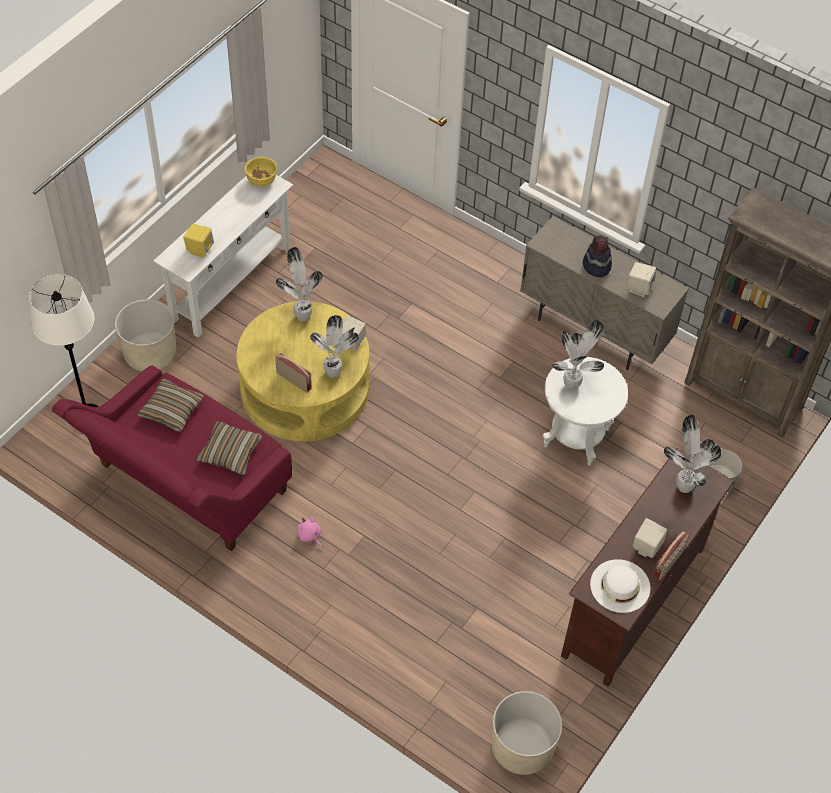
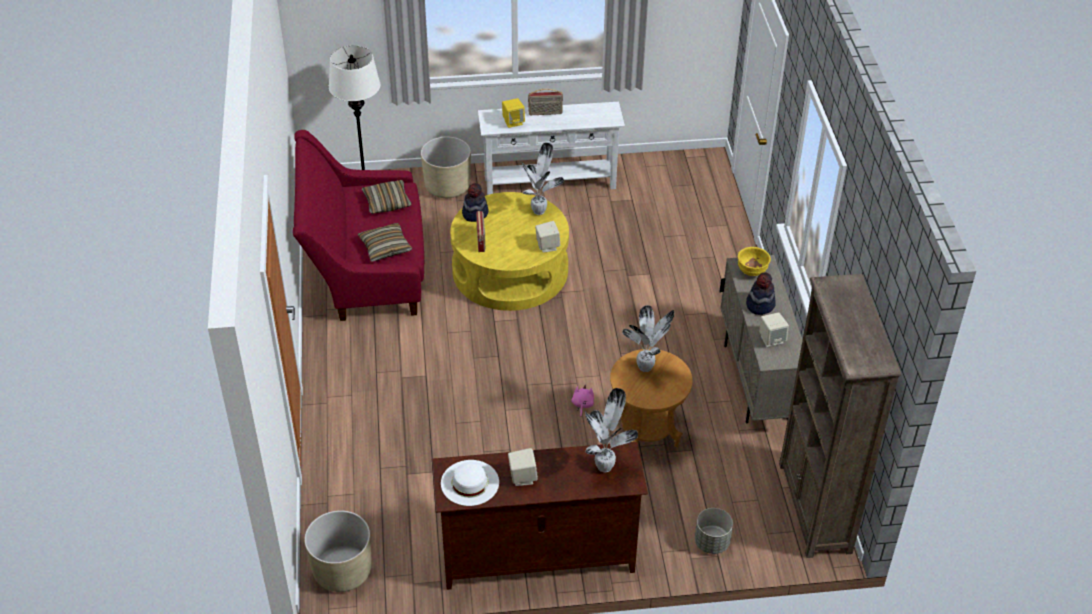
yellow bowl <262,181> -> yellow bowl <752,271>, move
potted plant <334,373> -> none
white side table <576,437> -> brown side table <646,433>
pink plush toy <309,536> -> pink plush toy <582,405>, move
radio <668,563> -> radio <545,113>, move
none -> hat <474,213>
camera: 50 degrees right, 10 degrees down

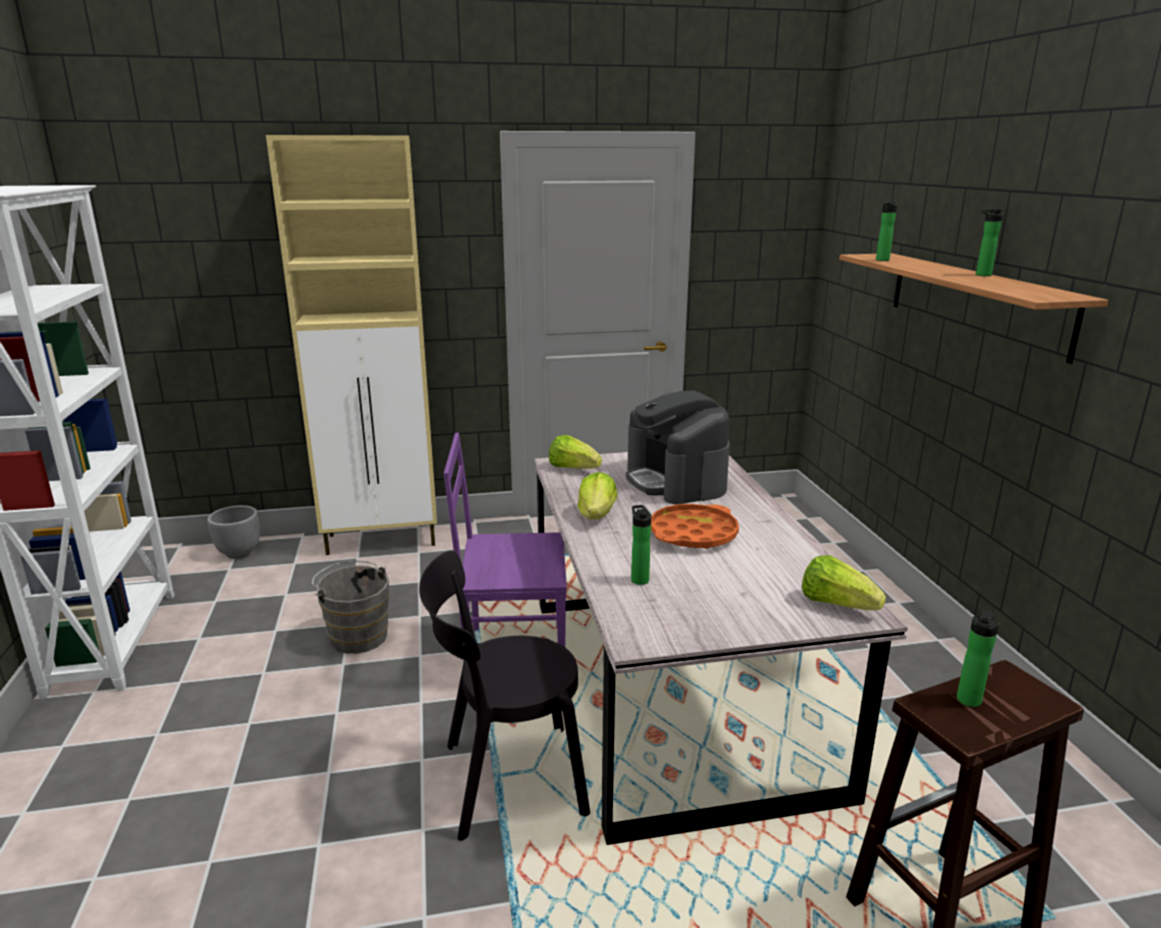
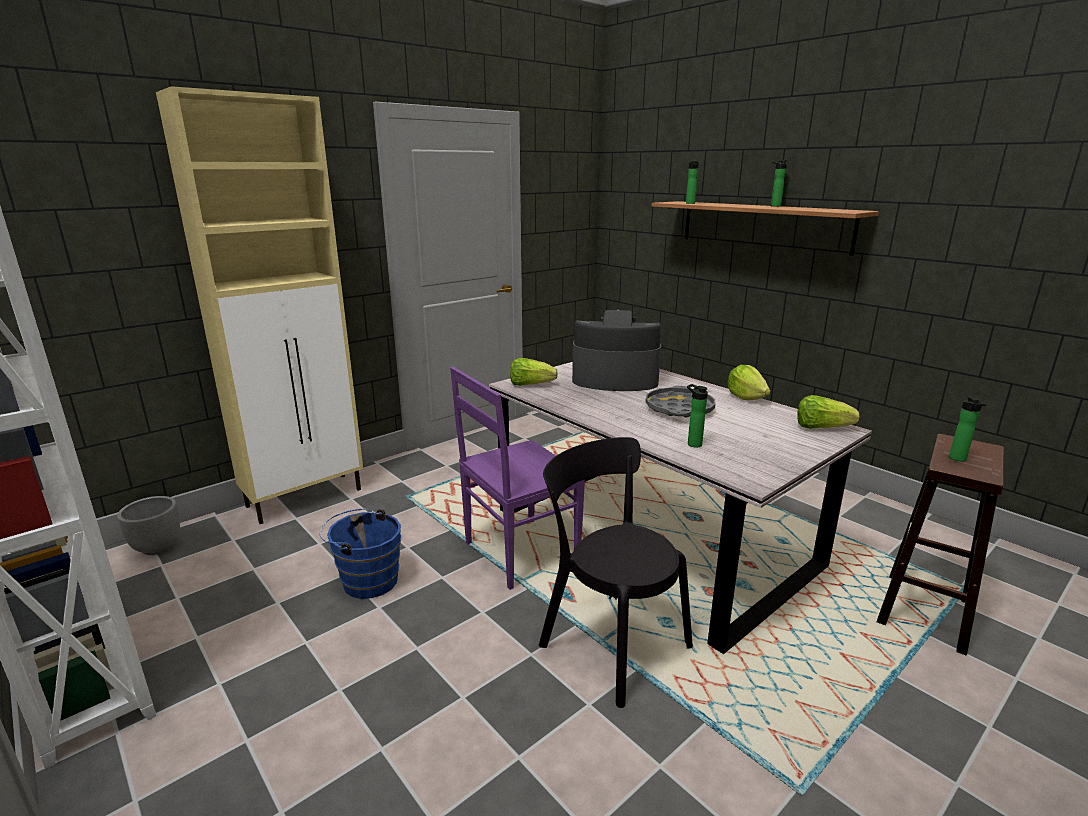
coffee machine <675,481> -> coffee machine <614,379>, 150 degrees clockwise
lettuce <597,515> -> lettuce <746,397>, move
orange tray <693,534> -> grey tray <679,408>
black chair <506,780> -> black chair <610,641>, 90 degrees clockwise
grey bucket <357,635> -> blue bucket <366,580>
camera: 30 degrees left, 0 degrees up

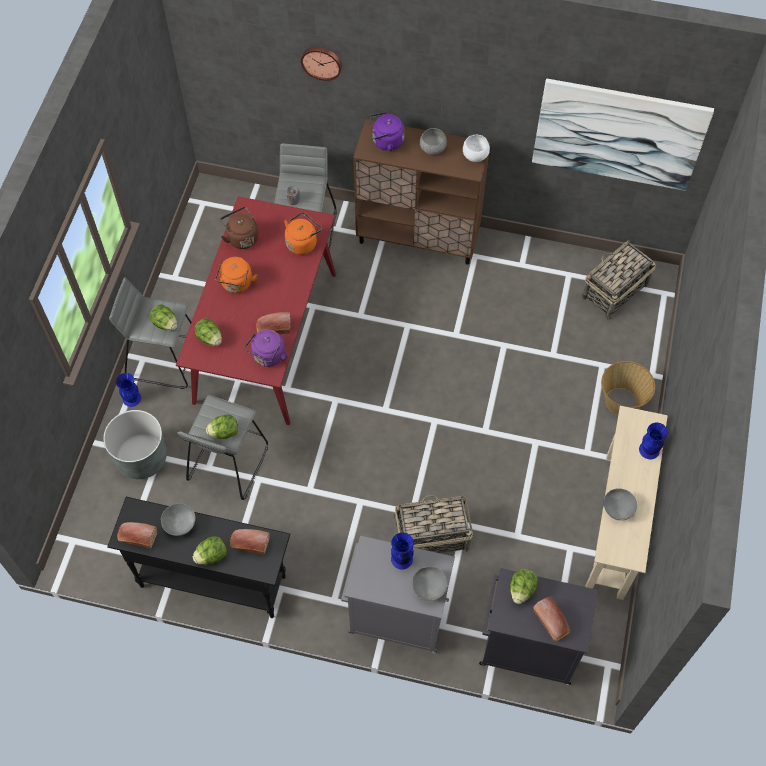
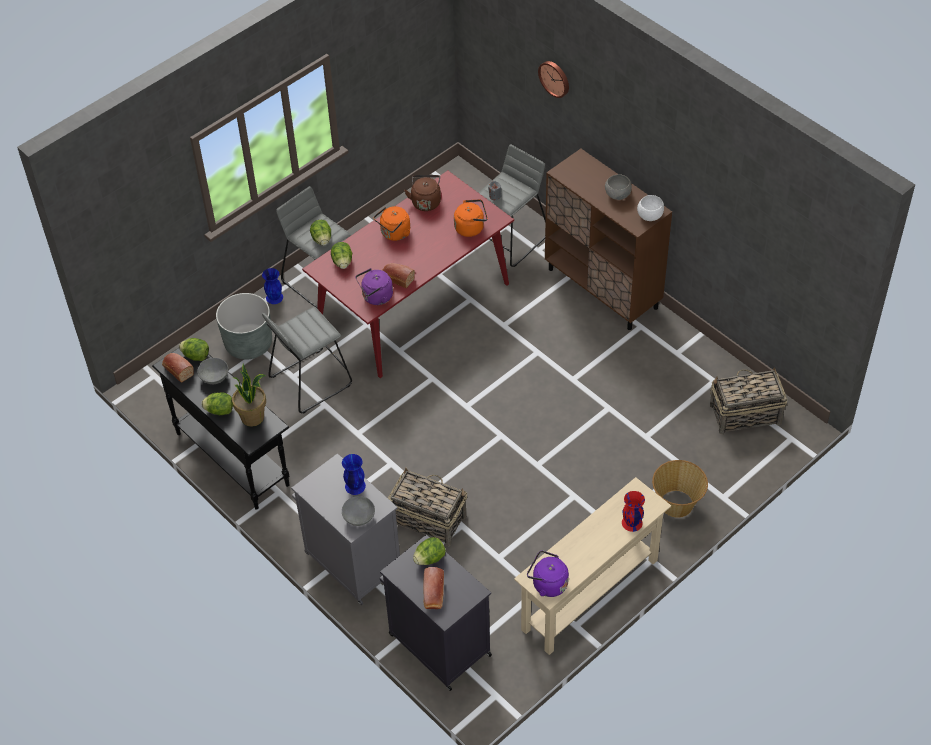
picture <618,134> -> none
purple kettle <386,142> -> purple kettle <547,584>, move
lettuce <224,432> -> lettuce <196,356>, move
blue vase <649,450> -> red vase <631,523>
grey bowl <618,509> -> none
bread <249,543> -> potted plant <253,417>
camera: 35 degrees right, 10 degrees down

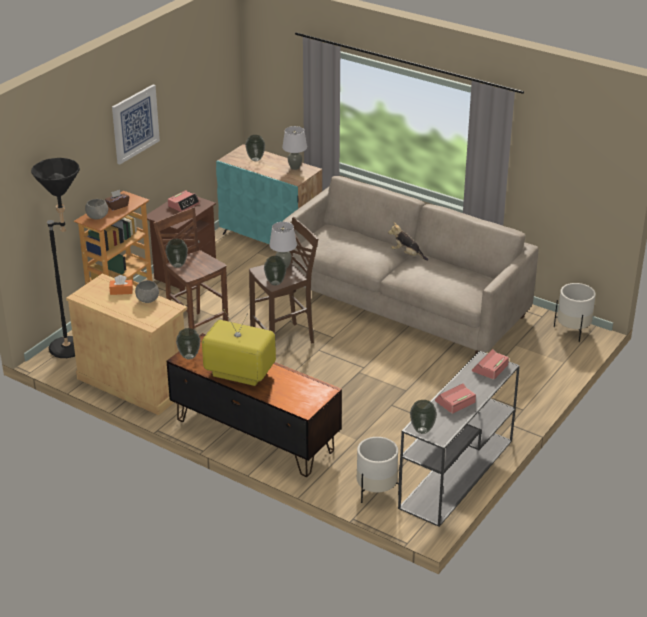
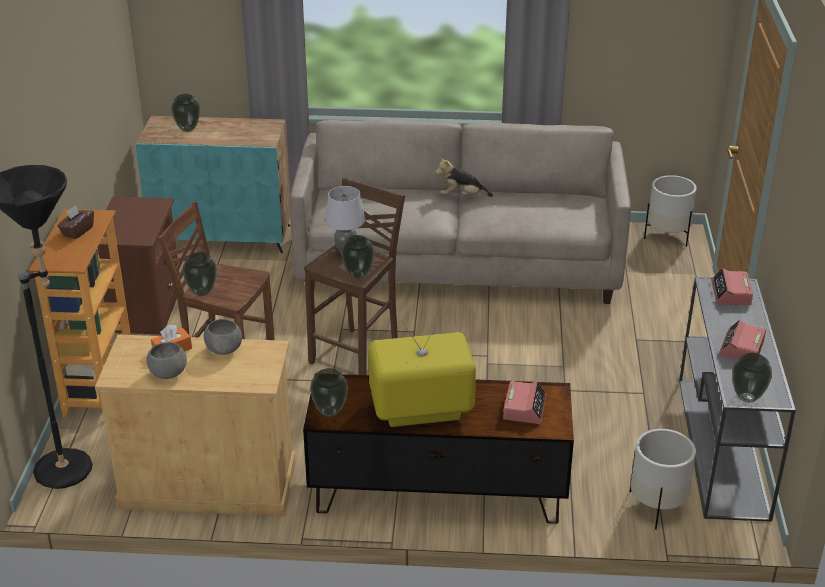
picture <135,123> -> none
grey table lamp <294,167> -> none
alarm clock <183,205> -> alarm clock <524,408>, move
grey bowl <97,217> -> grey bowl <168,373>, move
camera: 30 degrees left, 0 degrees up

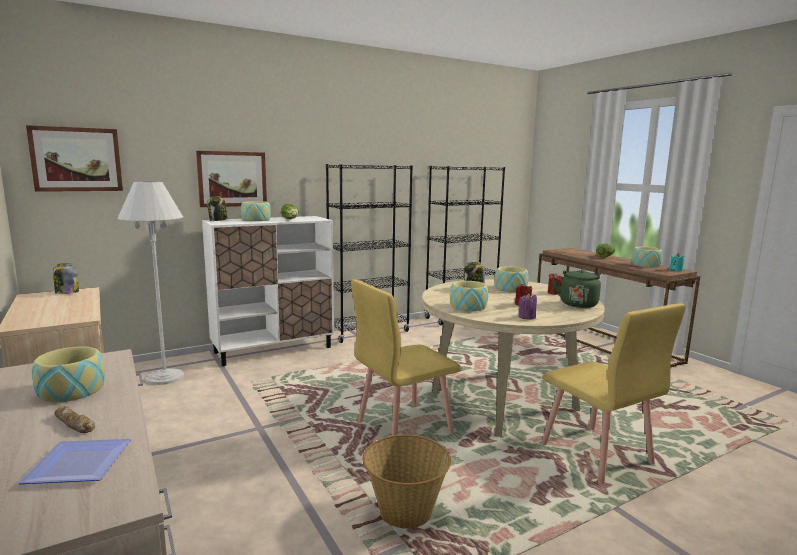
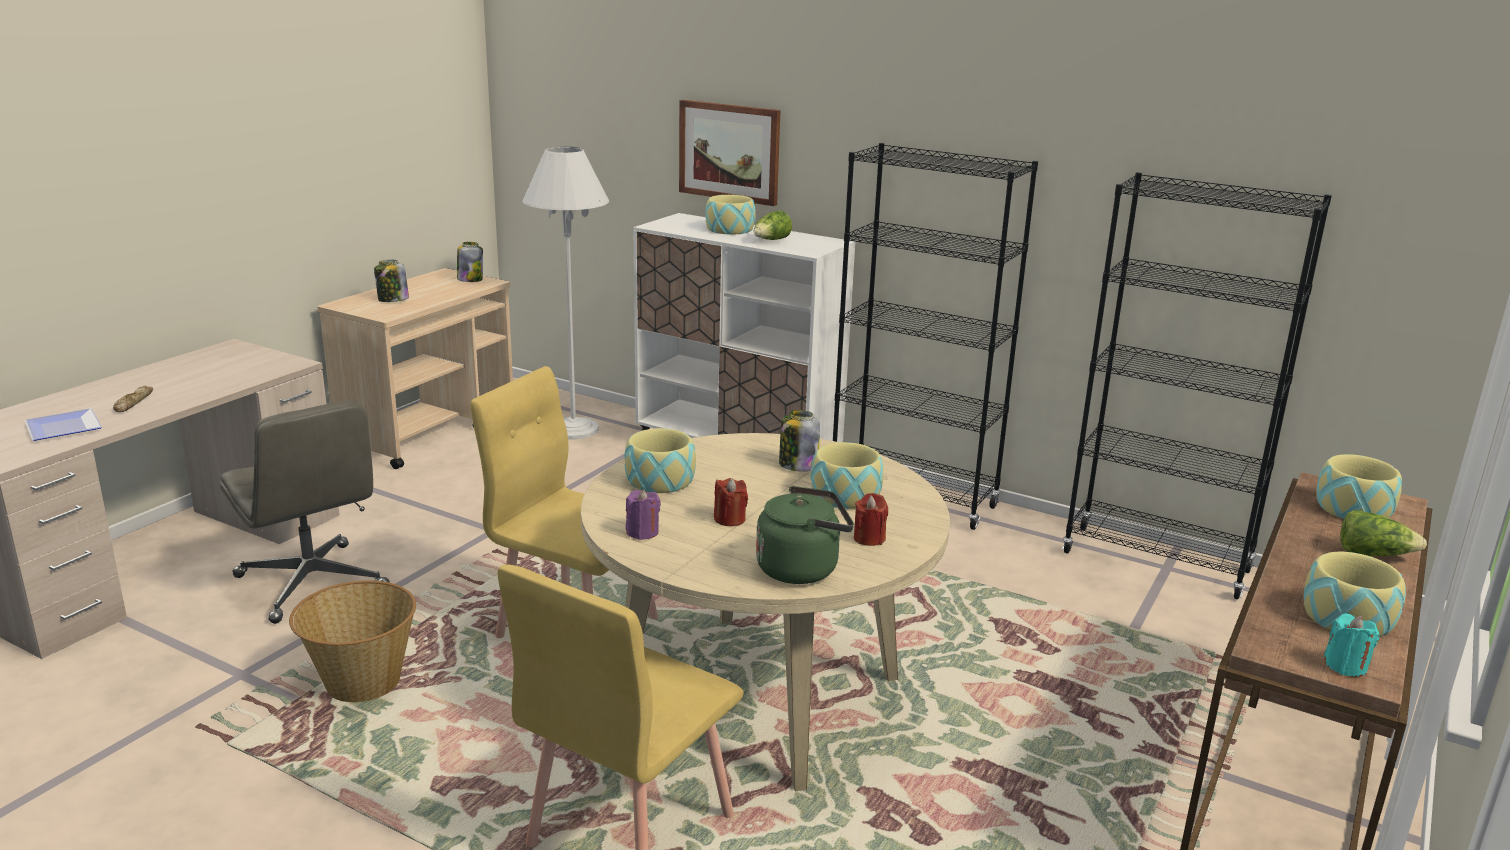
picture <76,159> -> none
jar <218,220> -> jar <392,300>, move
bowl <72,390> -> bowl <1353,509>, move
none -> grey office chair <312,583>
camera: 60 degrees right, 10 degrees up

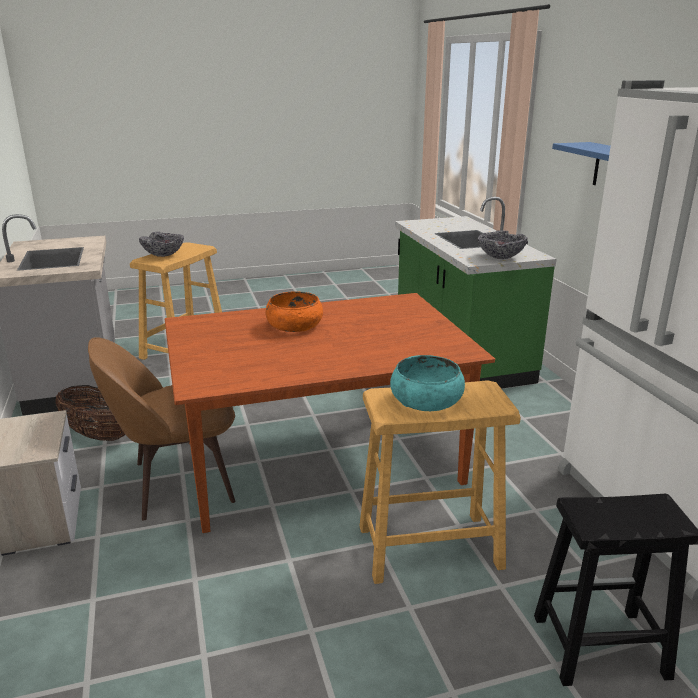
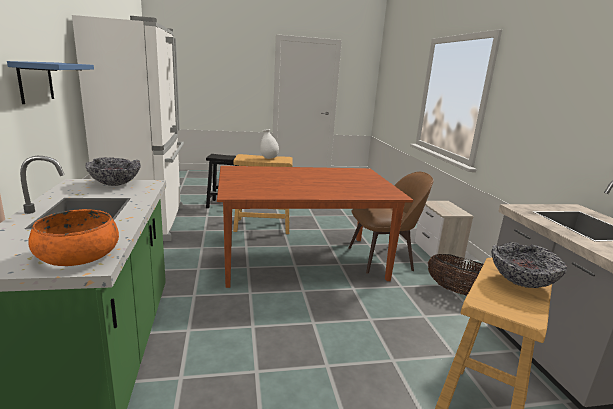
orange bowl <294,325> -> orange bowl <78,255>, move
turquoise bowl <426,400> -> white vase <269,158>
camera: 175 degrees left, 5 degrees down

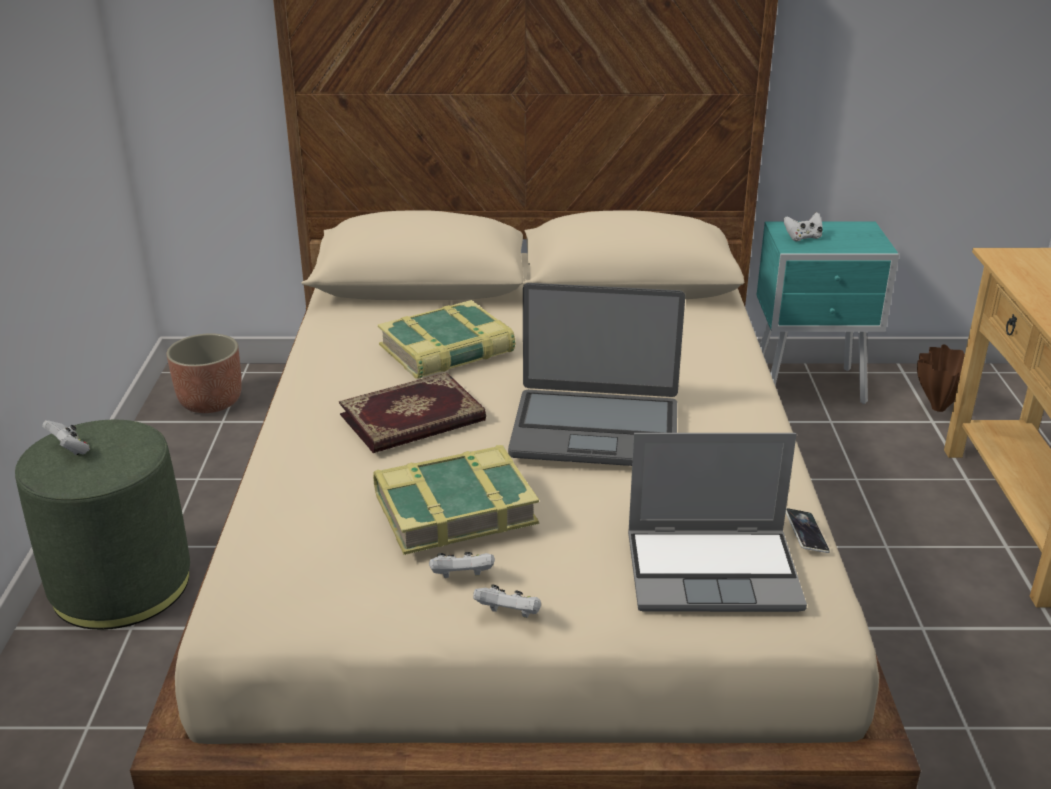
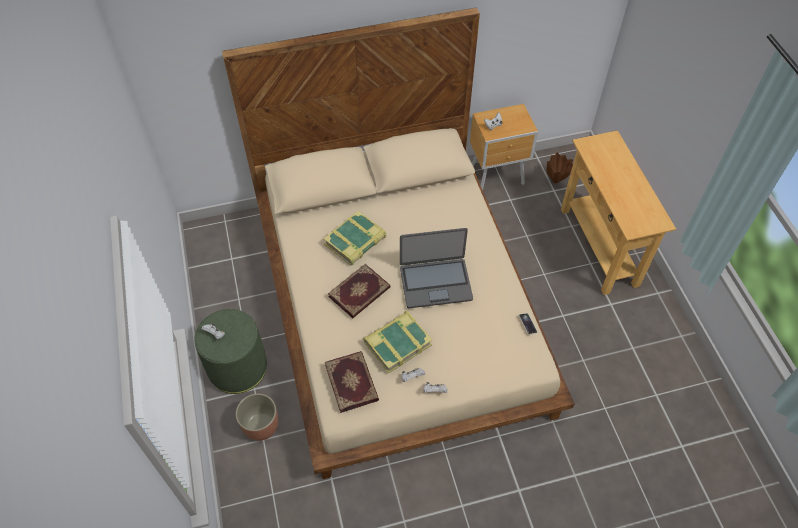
turquoise nightstand <811,387> -> brown nightstand <498,177>
planter <211,401> -> planter <261,425>, move
laptop <714,571> -> none
none -> book <352,382>
camera: 15 degrees left, 25 degrees up

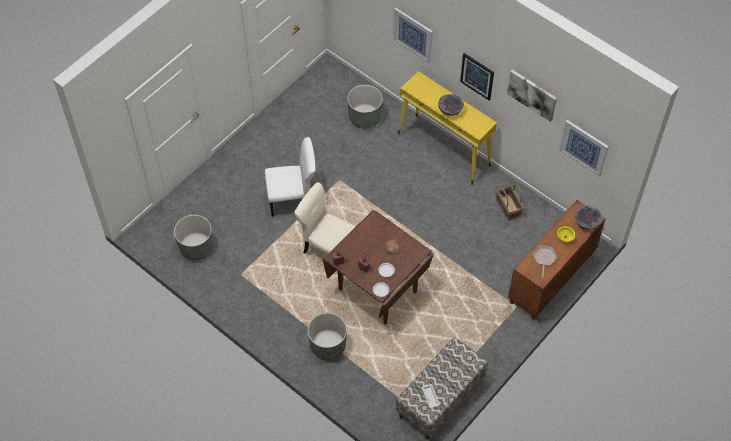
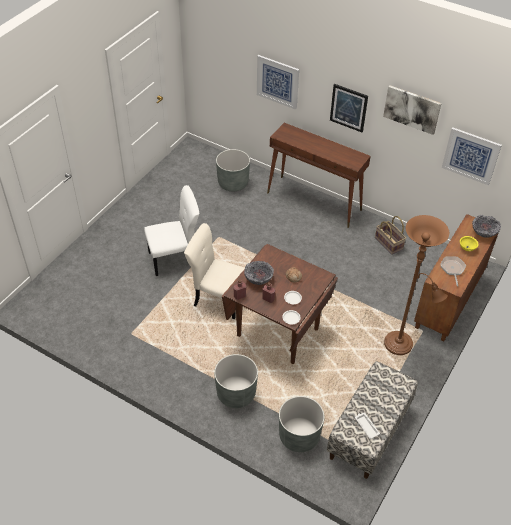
yellow console table <444,149> -> brown console table <314,201>
bowl <450,110> -> bowl <258,279>, move
grey planter <196,247> -> grey planter <299,436>, move
none -> brown floor lamp <401,346>
camera: 10 degrees left, 10 degrees down

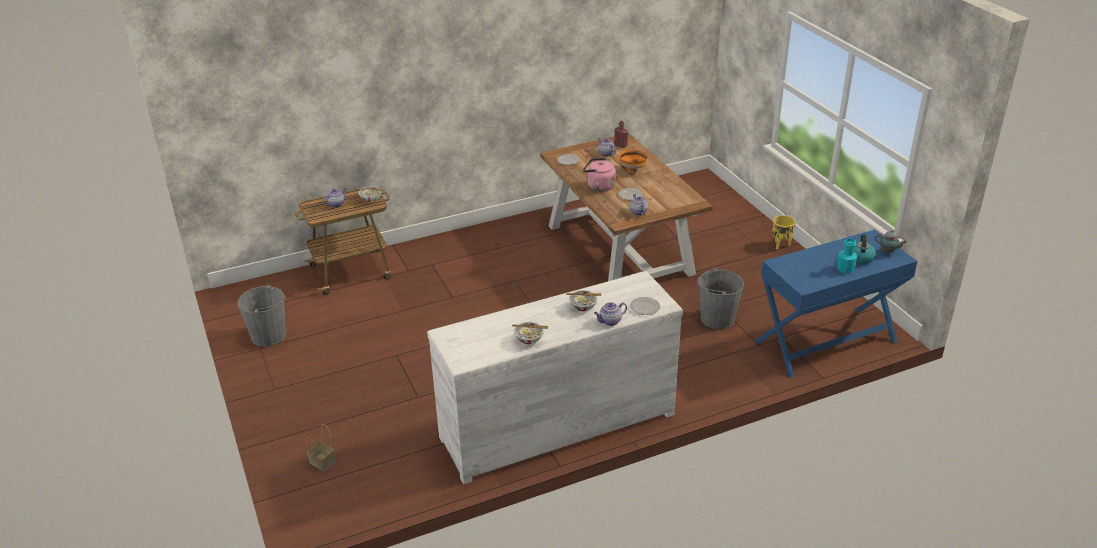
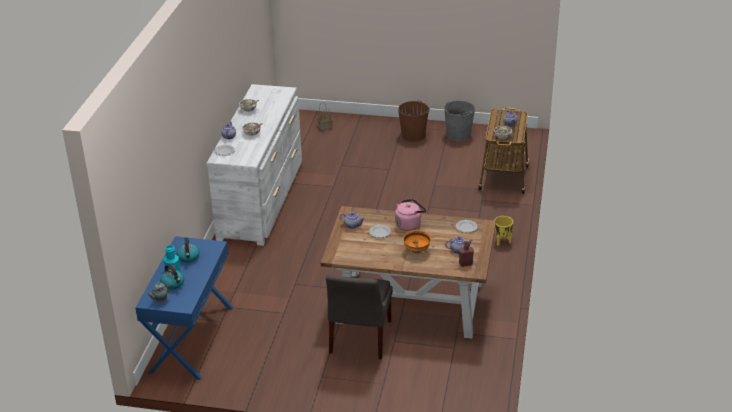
yellow planter <780,245> -> yellow planter <502,241>, move
grey bucket <717,318> -> none
none -> brown bucket <413,135>
none -> kettle <188,257>
none -> grey chair <359,339>
camera: 125 degrees right, 0 degrees up

